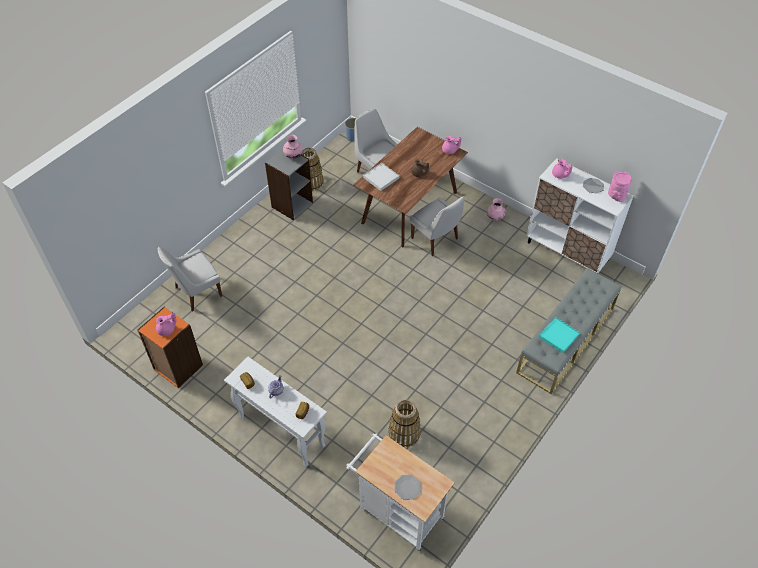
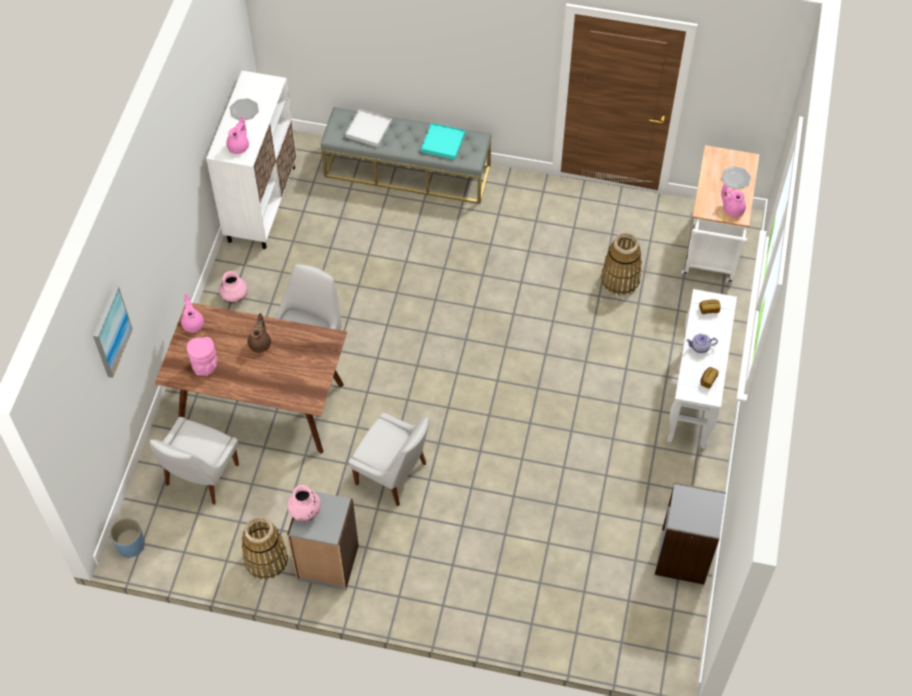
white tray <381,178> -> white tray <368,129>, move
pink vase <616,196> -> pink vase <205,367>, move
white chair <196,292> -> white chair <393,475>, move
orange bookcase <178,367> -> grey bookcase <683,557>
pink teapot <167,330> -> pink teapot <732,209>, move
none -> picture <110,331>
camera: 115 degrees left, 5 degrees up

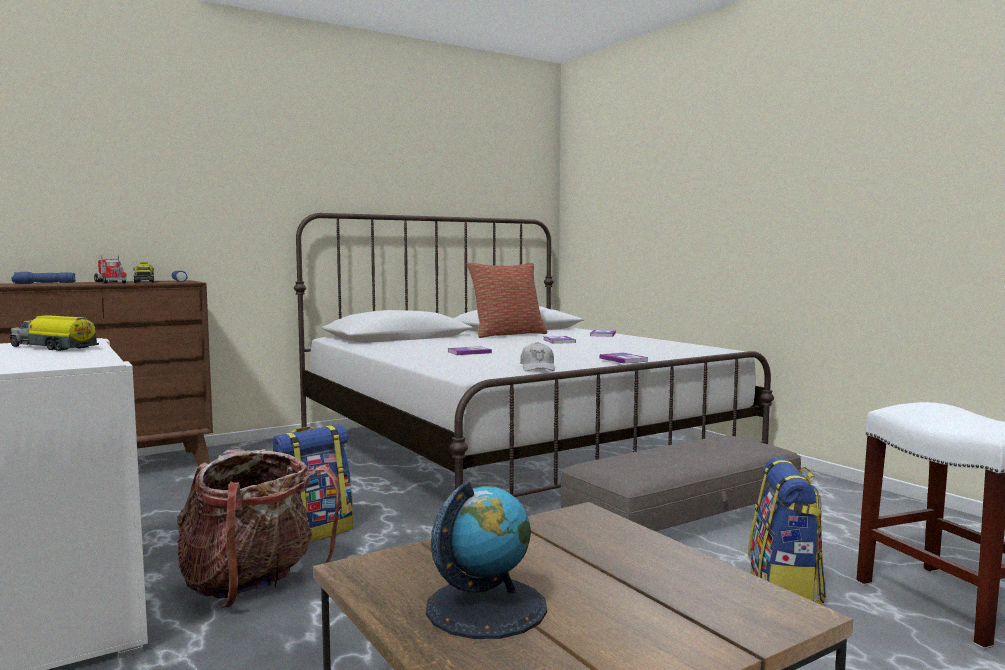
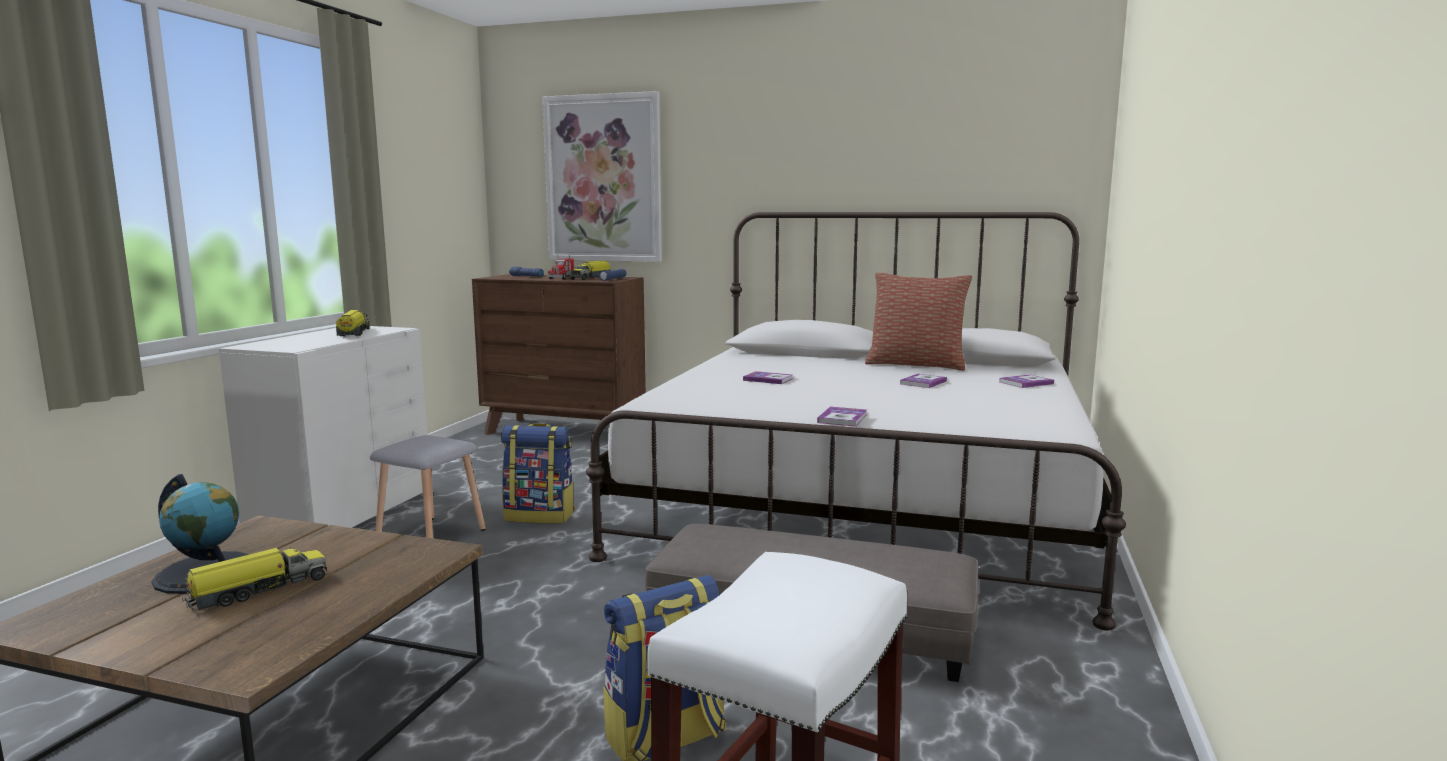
white cap <538,368> -> none
backpack <252,585> -> grey stool <430,536>
none -> picture <603,179>
none -> toy truck <258,590>
camera: 50 degrees right, 5 degrees up

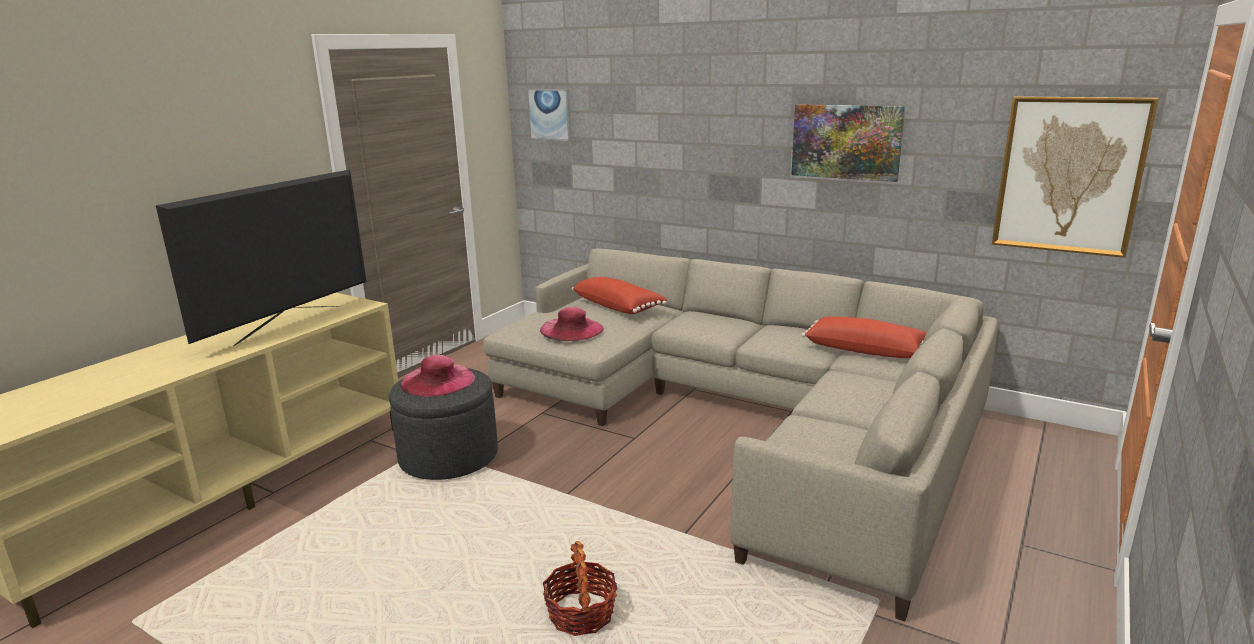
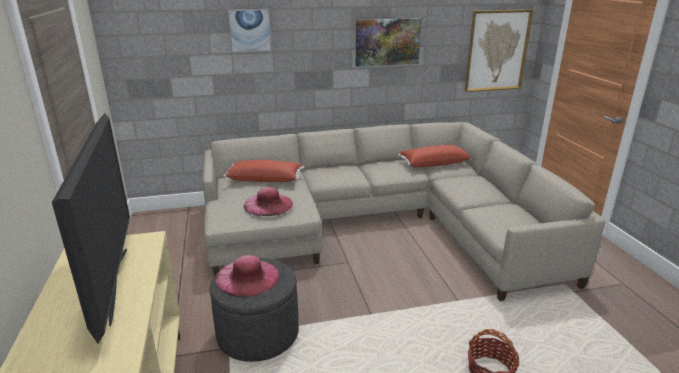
picture <550,114> -> picture <249,30>, move
camera: 45 degrees left, 5 degrees up

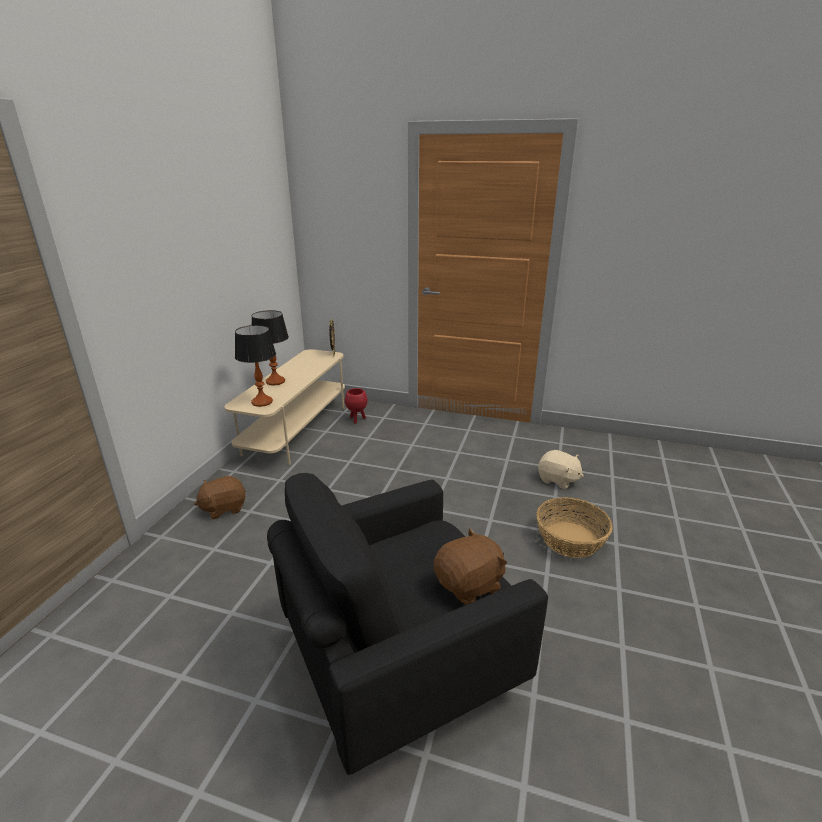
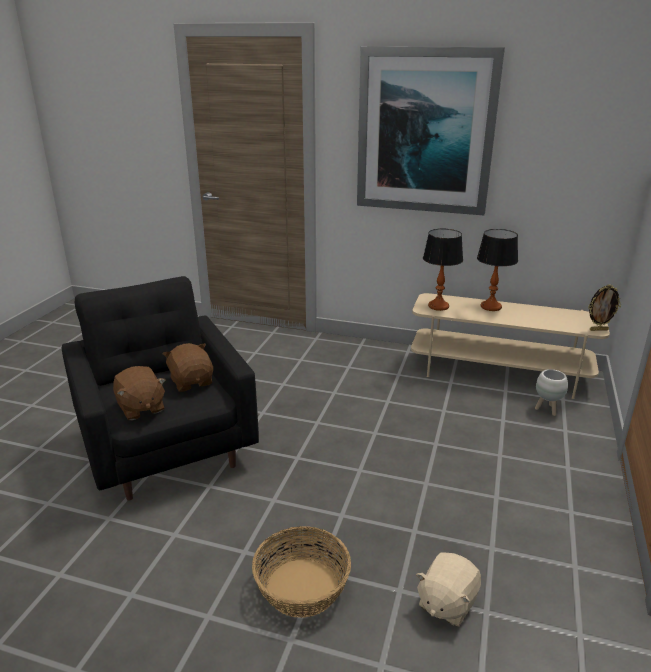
red planter <357,419> -> white planter <547,410>
brown plush toy <224,508> -> brown plush toy <192,382>, move
none -> picture <425,131>
camera: 90 degrees right, 0 degrees up

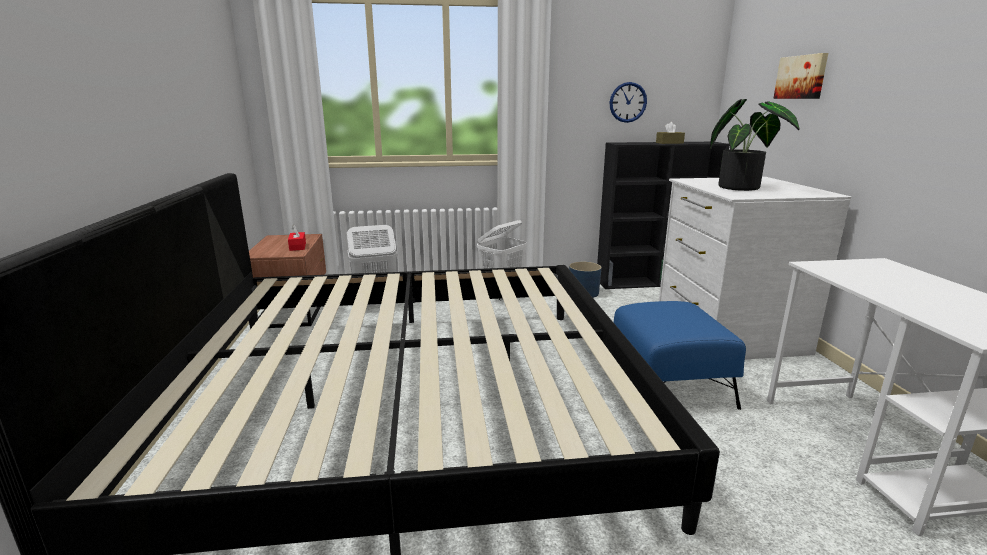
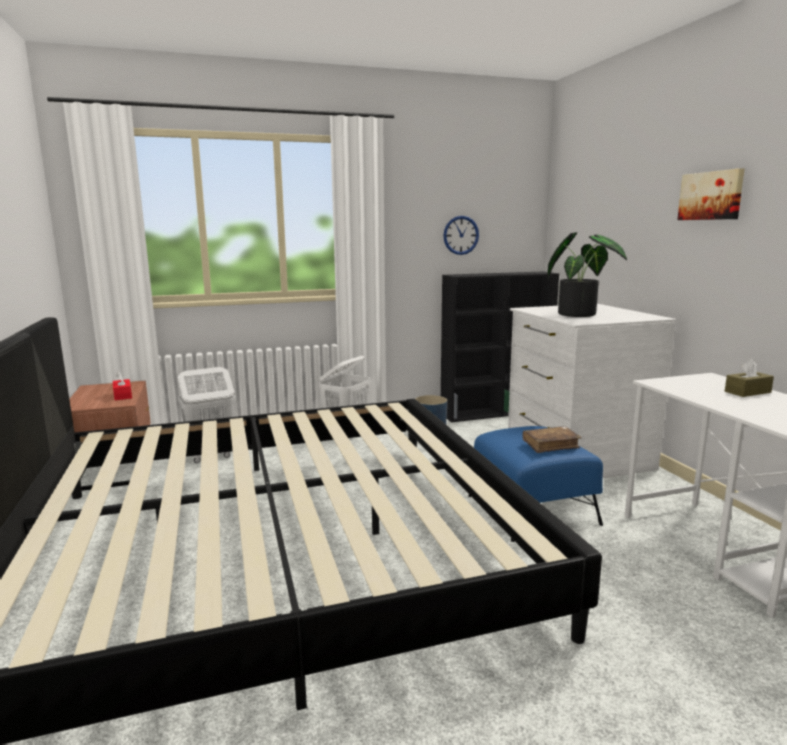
picture <801,77> -> picture <711,196>, move
brown tissue box <669,143> -> brown tissue box <747,392>, move
none -> brown book <550,445>
camera: 10 degrees left, 5 degrees down

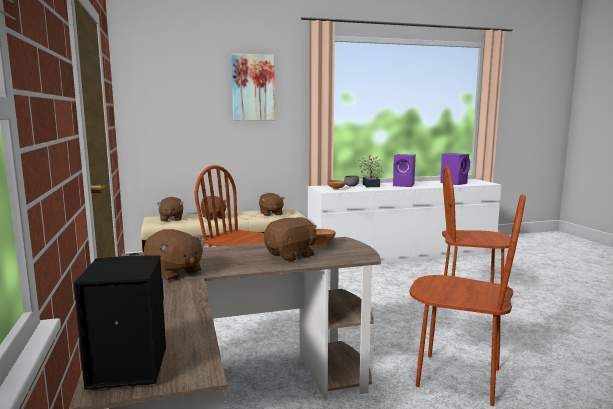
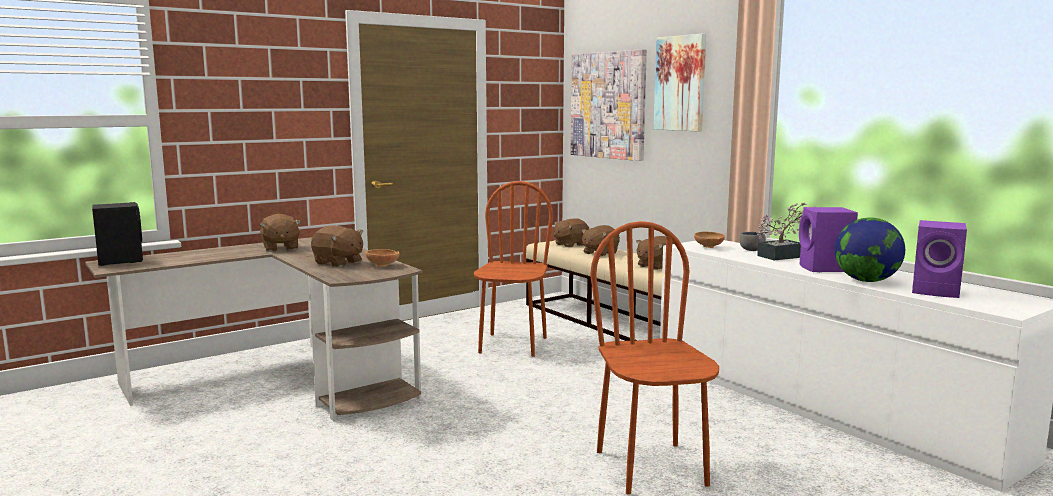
brown chair <458,378> -> none
brown plush toy <174,273> -> brown plush toy <280,248>, 45 degrees counterclockwise
none -> picture <608,105>
none -> globe <866,281>
camera: 70 degrees right, 0 degrees up

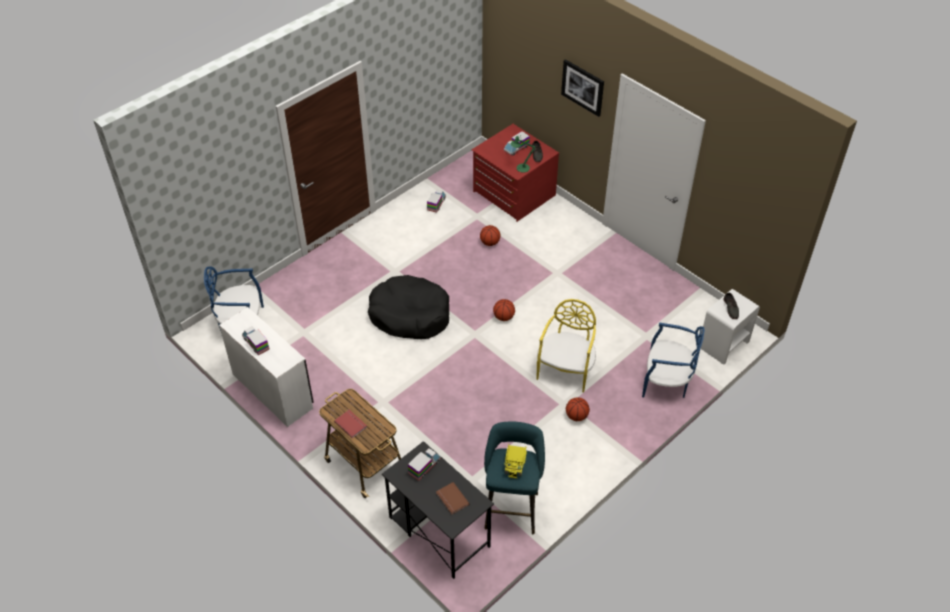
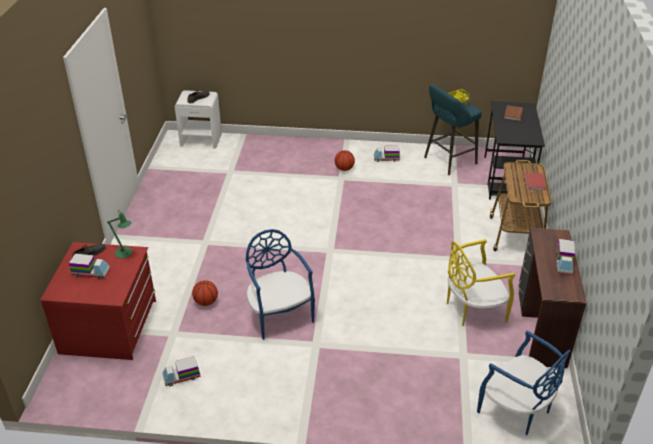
picture <583,87> -> none
black dog bed <410,315> -> none
basketball <504,317> -> none
yellow chair <566,370> -> yellow chair <473,309>, move
white desk <273,390> -> brown desk <539,328>
blue chair <666,382> -> blue chair <279,315>, move
toy truck <424,467> -> toy truck <386,158>, move
camera: 130 degrees left, 10 degrees down

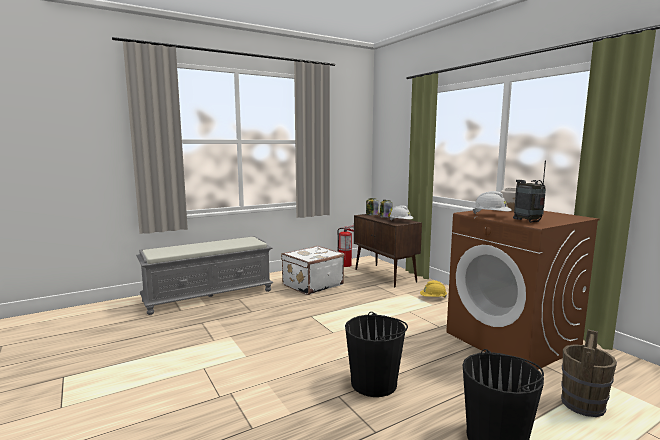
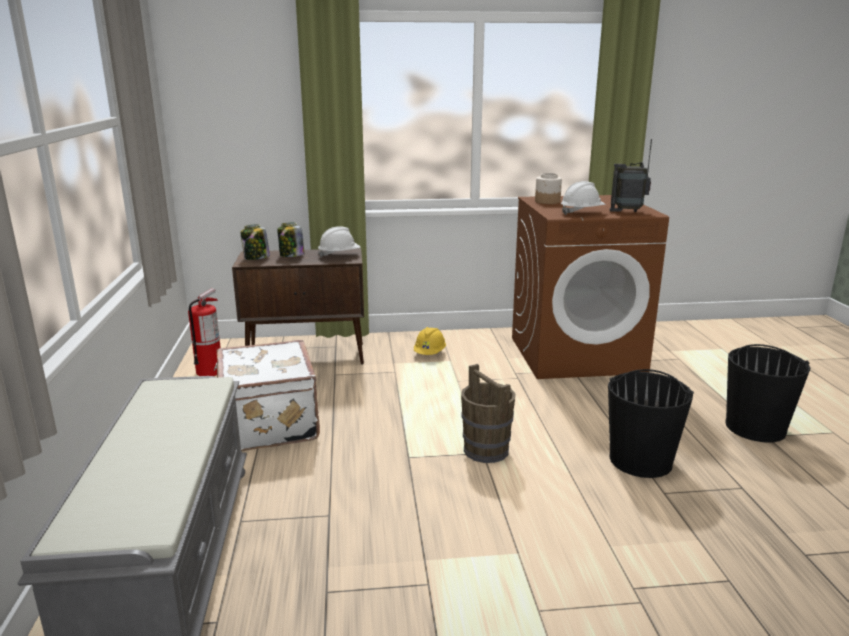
brown bucket <583,404> -> brown bucket <486,450>, move
camera: 65 degrees left, 10 degrees up

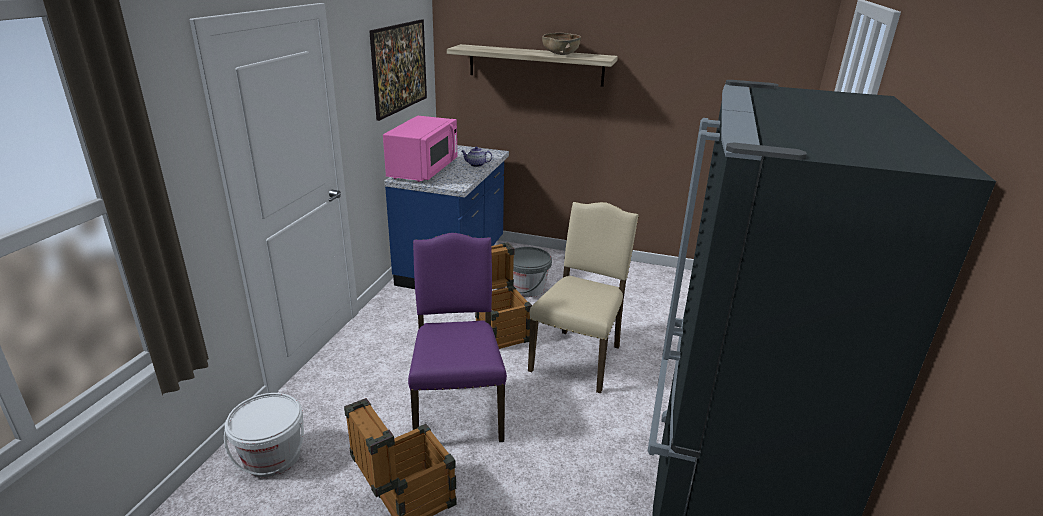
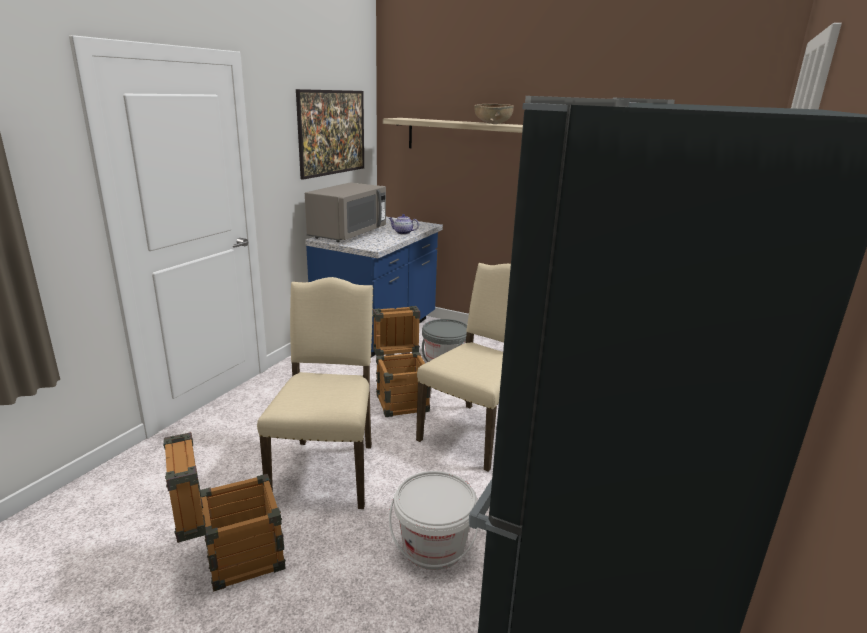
pink microwave <423,170> -> grey microwave <348,234>
purple chair <457,409> -> beige chair <327,470>
white bucket <272,457> -> white bucket <433,546>, move
camera: 10 degrees right, 5 degrees down

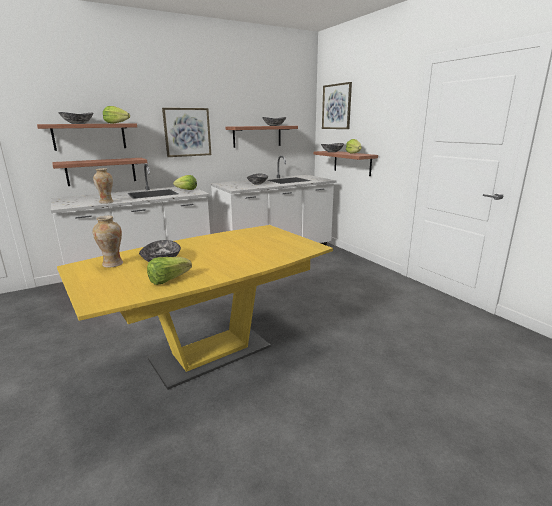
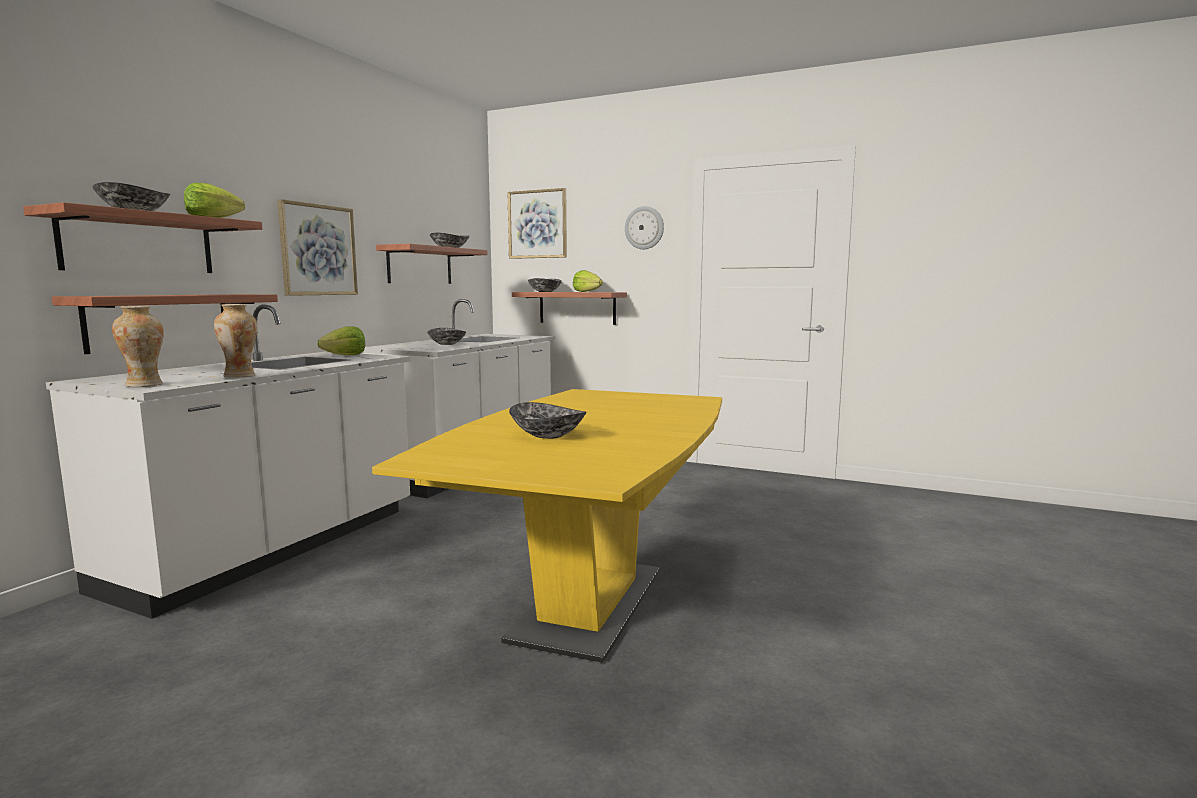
vase <112,264> -> vase <144,385>, move
lettuce <168,280> -> none
none -> wall clock <644,228>
camera: 35 degrees left, 10 degrees down

